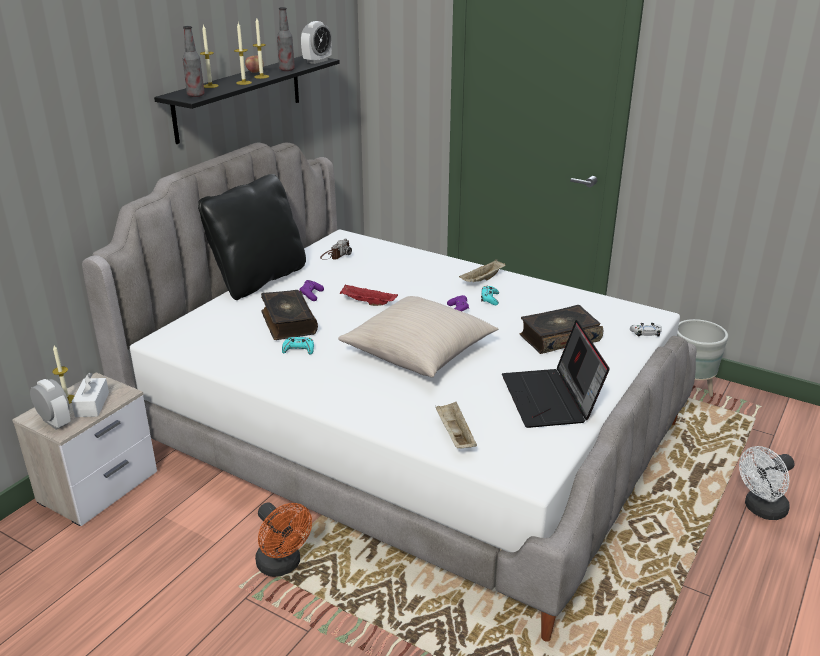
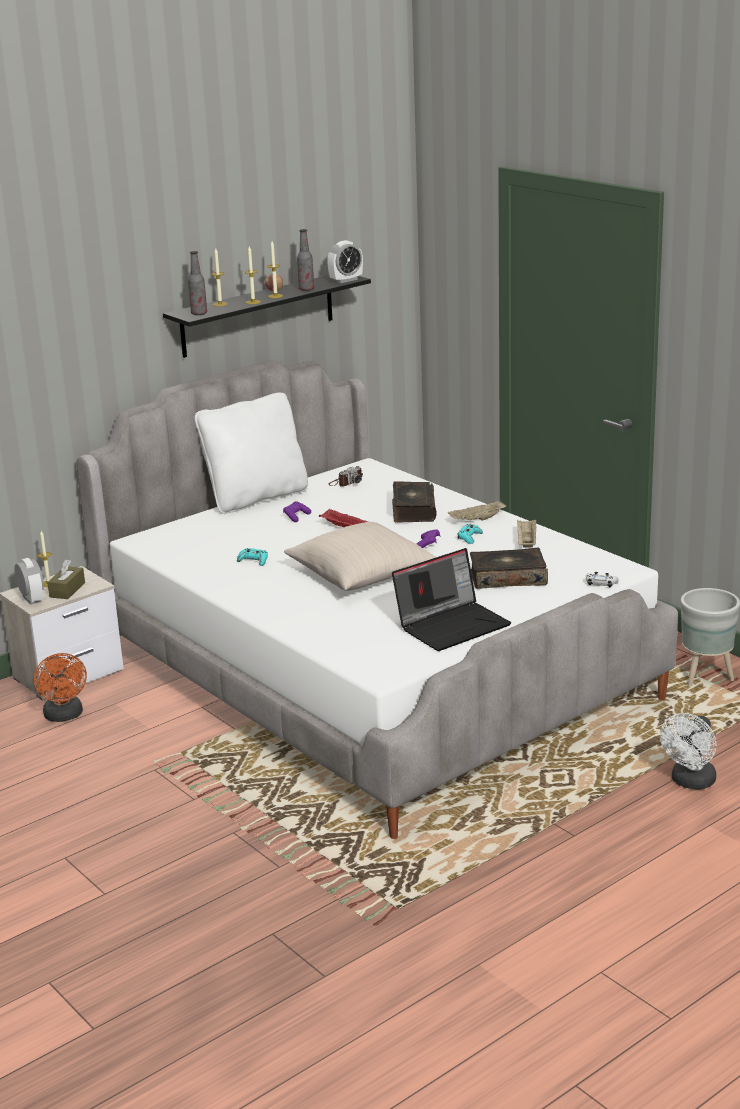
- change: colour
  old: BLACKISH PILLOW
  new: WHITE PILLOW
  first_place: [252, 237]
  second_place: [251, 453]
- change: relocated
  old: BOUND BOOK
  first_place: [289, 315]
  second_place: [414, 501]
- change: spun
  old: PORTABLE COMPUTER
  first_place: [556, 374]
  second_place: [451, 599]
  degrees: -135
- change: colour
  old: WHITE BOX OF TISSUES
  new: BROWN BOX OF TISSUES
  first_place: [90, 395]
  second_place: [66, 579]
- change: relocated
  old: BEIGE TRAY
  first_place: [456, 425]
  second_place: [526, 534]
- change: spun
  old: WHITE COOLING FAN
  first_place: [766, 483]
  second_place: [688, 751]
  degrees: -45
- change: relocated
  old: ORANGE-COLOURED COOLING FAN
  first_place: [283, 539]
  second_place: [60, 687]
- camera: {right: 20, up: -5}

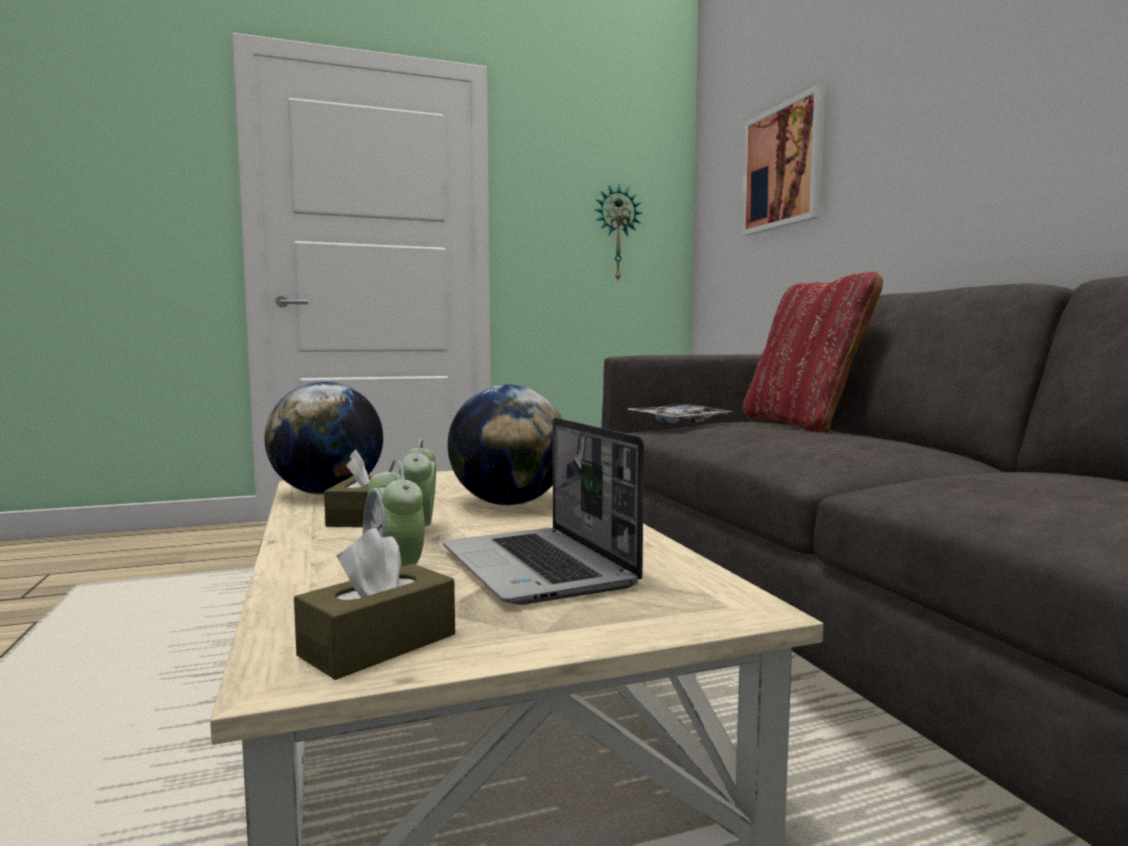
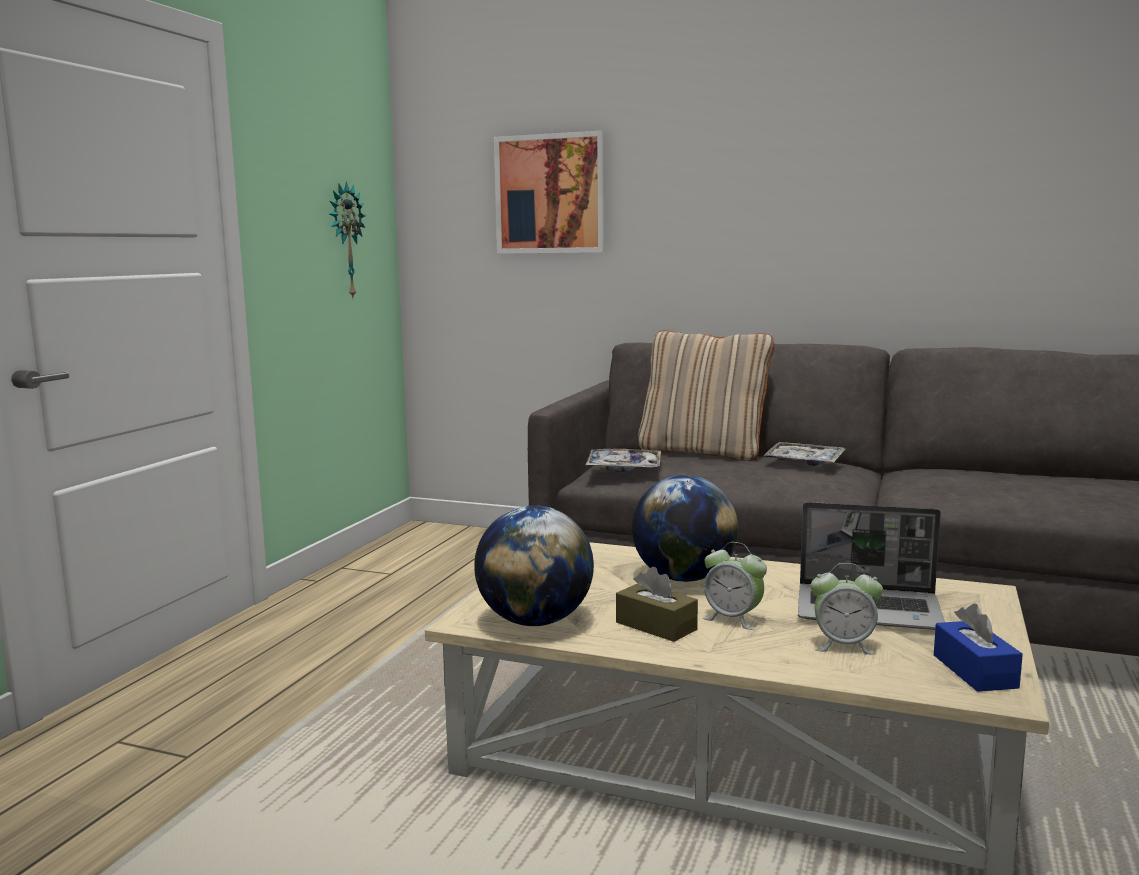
- change: colour
  old: RED-COLOURED PILLOW
  new: BEIGE PILLOW
  first_place: [812, 352]
  second_place: [706, 395]
- change: colour
  old: BROWN BOX OF TISSUES
  new: BLUE-COLOURED BOX OF TISSUES
  first_place: [374, 604]
  second_place: [978, 648]
- change: appeared
  new: TRAY
  second_place: [804, 454]
- camera: {right: -50, up: 5}

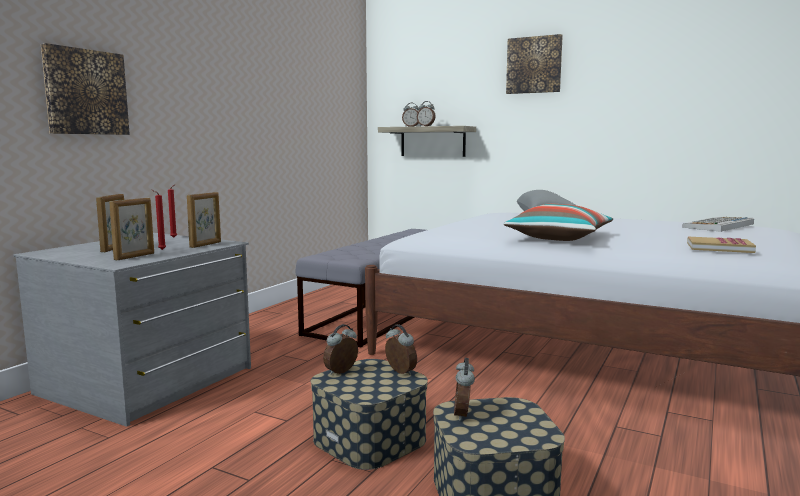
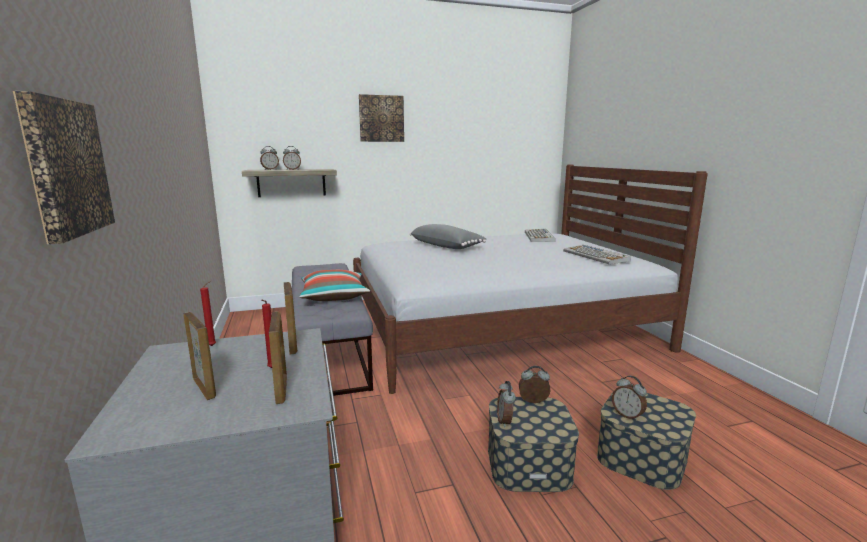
- change: relocated
  old: PILLOW
  first_place: [558, 222]
  second_place: [334, 285]
- change: exchanged
  old: BOUND BOOK
  new: KEYBOARD
  first_place: [721, 245]
  second_place: [597, 254]
- camera: {right: -45, up: 5}

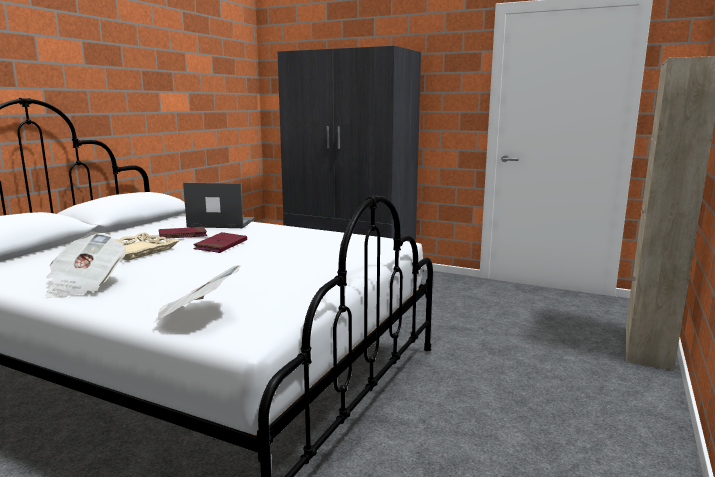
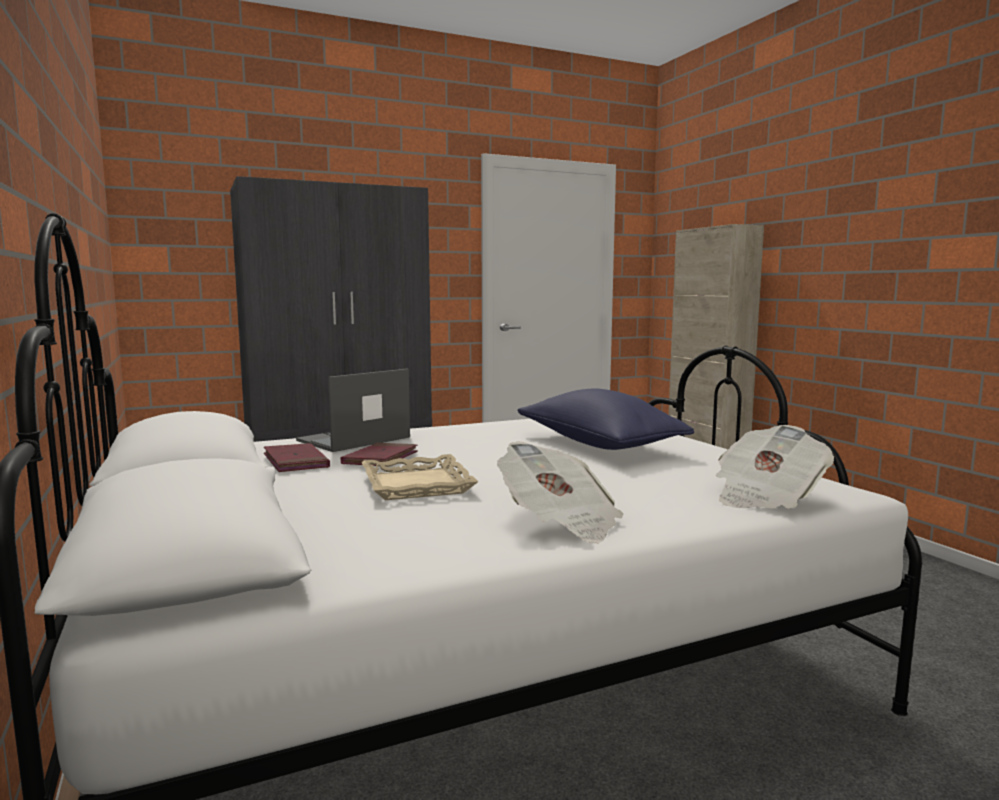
- change: relocated
  old: RED-COLOURED BOUND BOOK
  first_place: [220, 242]
  second_place: [297, 457]
- change: appeared
  new: BLUE-COLOURED PILLOW
  second_place: [605, 419]
- camera: {right: -50, up: -5}

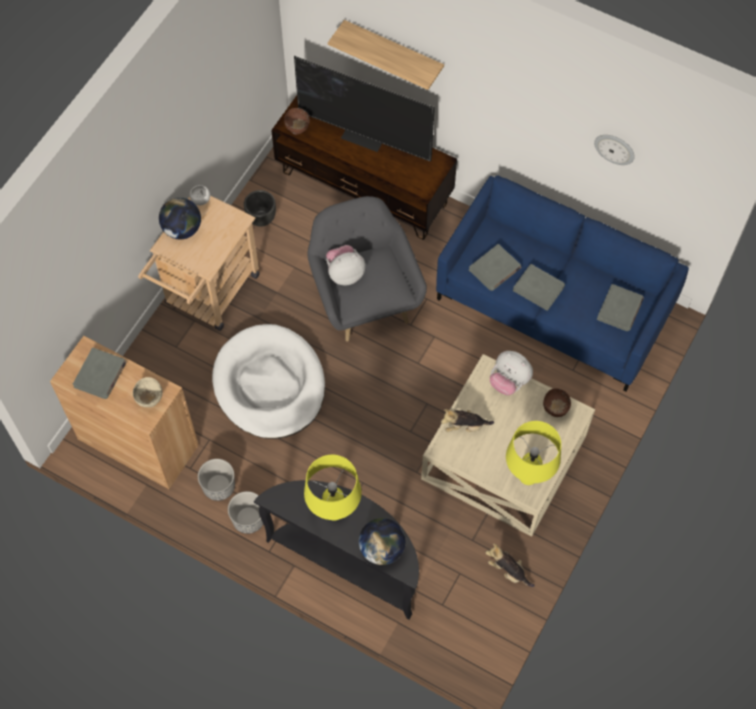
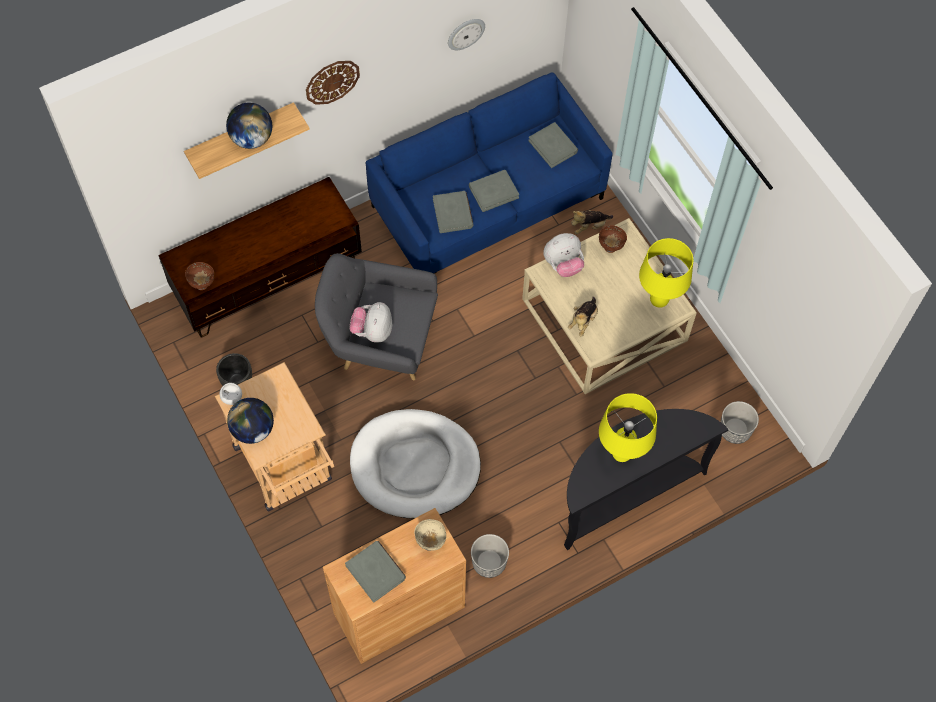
- change: missing
  old: TELEVISION
  first_place: [364, 109]
- change: relocated
  old: PLANTER
  first_place: [245, 512]
  second_place: [739, 422]
- change: relocated
  old: WORLD GLOBE
  first_place: [382, 541]
  second_place: [249, 126]
- change: relocated
  old: CUDDLY TOY
  first_place: [510, 565]
  second_place: [592, 222]
- change: appeared
  new: WALL CLOCK
  second_place: [333, 83]
- camera: {right: -60, up: 0}

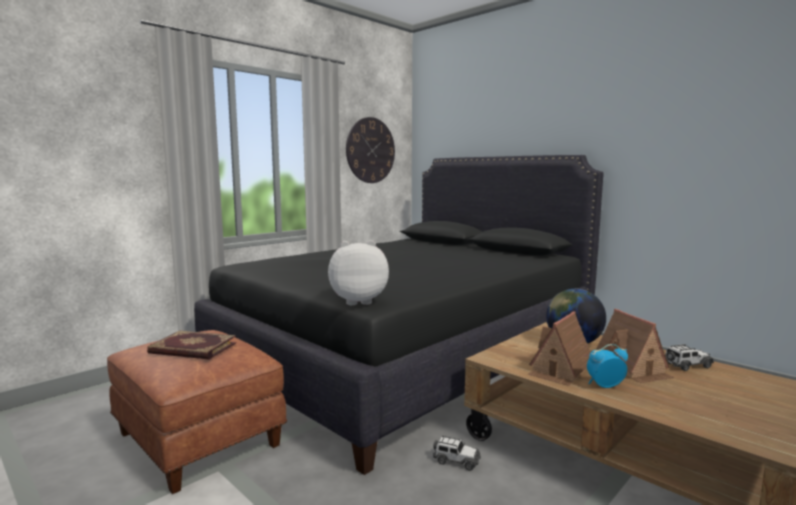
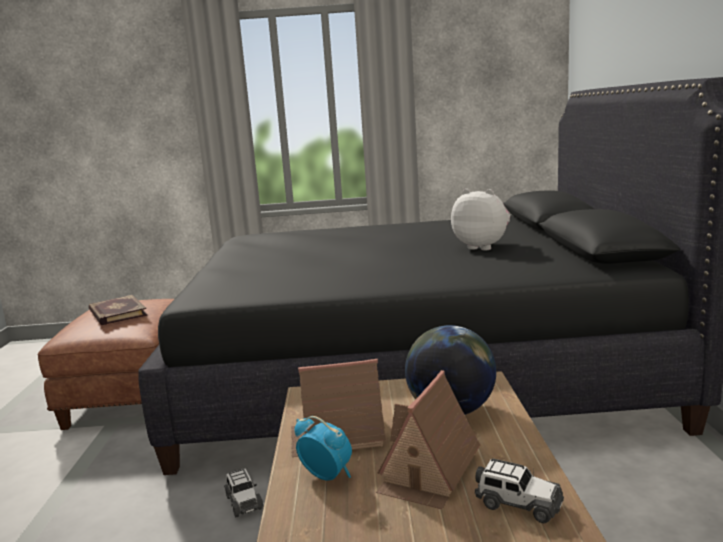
- change: missing
  old: WALL CLOCK
  first_place: [370, 150]
- change: relocated
  old: CUDDLY TOY
  first_place: [358, 272]
  second_place: [480, 219]
- camera: {right: 45, up: 5}

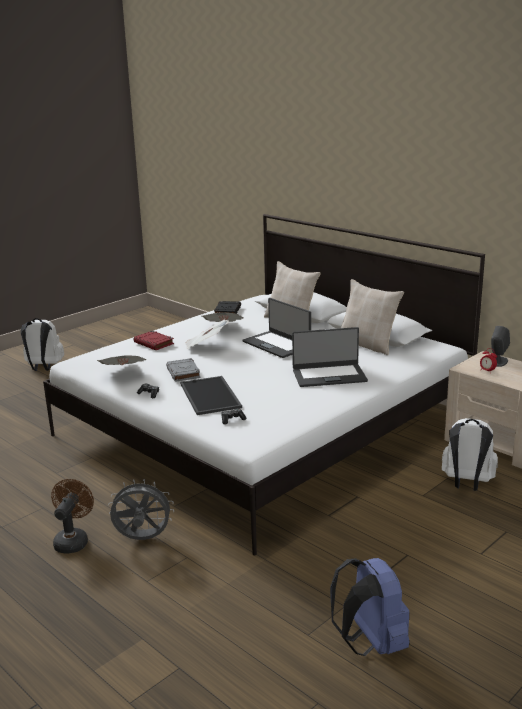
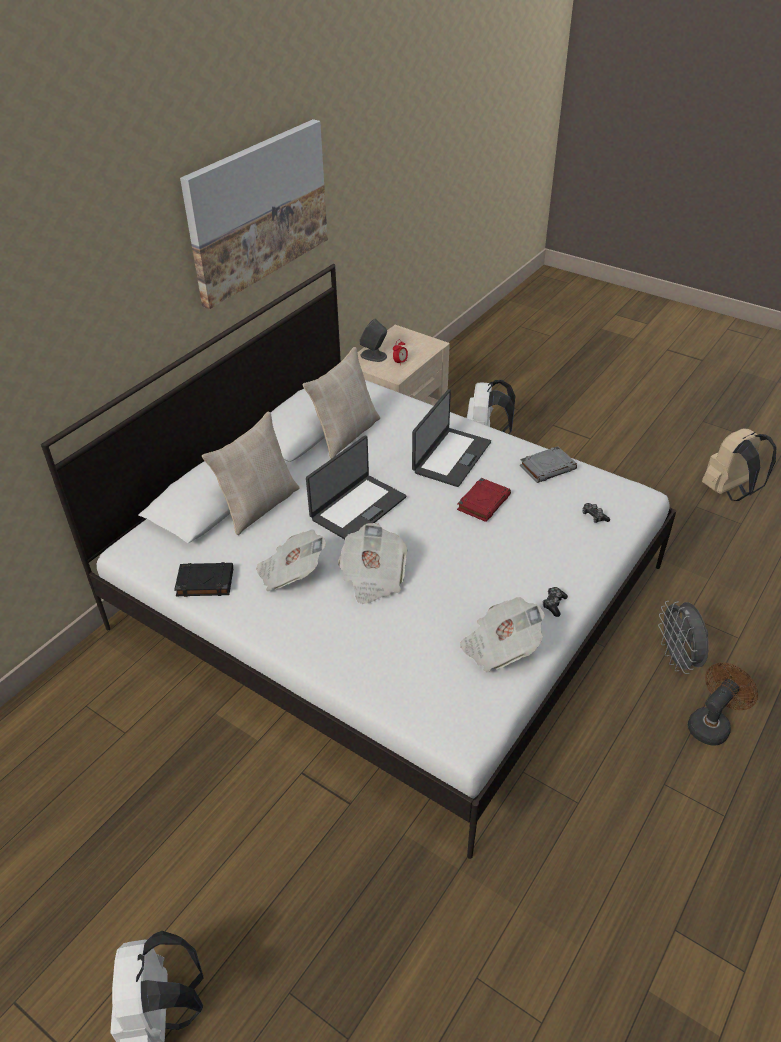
- change: spun
  old: PORTABLE COMPUTER
  first_place: [330, 357]
  second_place: [451, 438]
  degrees: 45
- change: relocated
  old: RED-COLOURED BOUND BOOK
  first_place: [153, 340]
  second_place: [484, 500]
- change: relocated
  old: GRAY BOUND BOOK
  first_place: [183, 370]
  second_place: [548, 464]
- change: missing
  old: TRAY
  first_place: [211, 395]
- change: spun
  old: BROWN COOLING FAN
  first_place: [72, 516]
  second_place: [723, 704]
  degrees: 135
- change: colour
  old: BLUE-COLOURED KNAPSACK
  new: BEIGE KNAPSACK
  first_place: [370, 607]
  second_place: [739, 465]
- change: appeared
  new: WALL ART
  second_place: [254, 214]
- camera: {right: -100, up: 20}

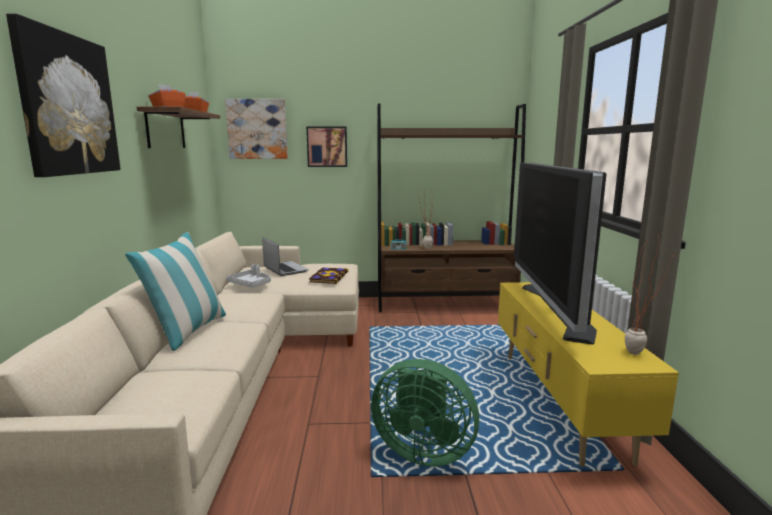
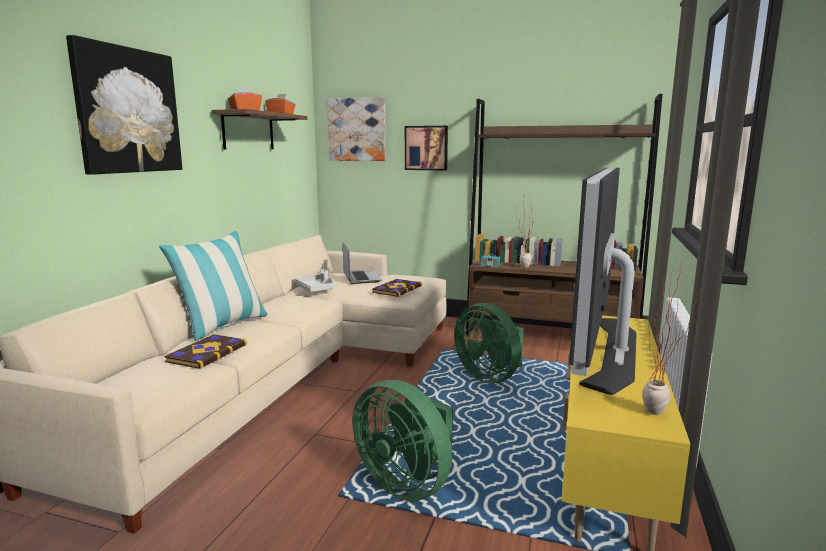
- change: appeared
  new: GREEN COOLING FAN
  second_place: [489, 343]
- change: appeared
  new: BOUND BOOK
  second_place: [205, 351]
- camera: {right: 20, up: 0}

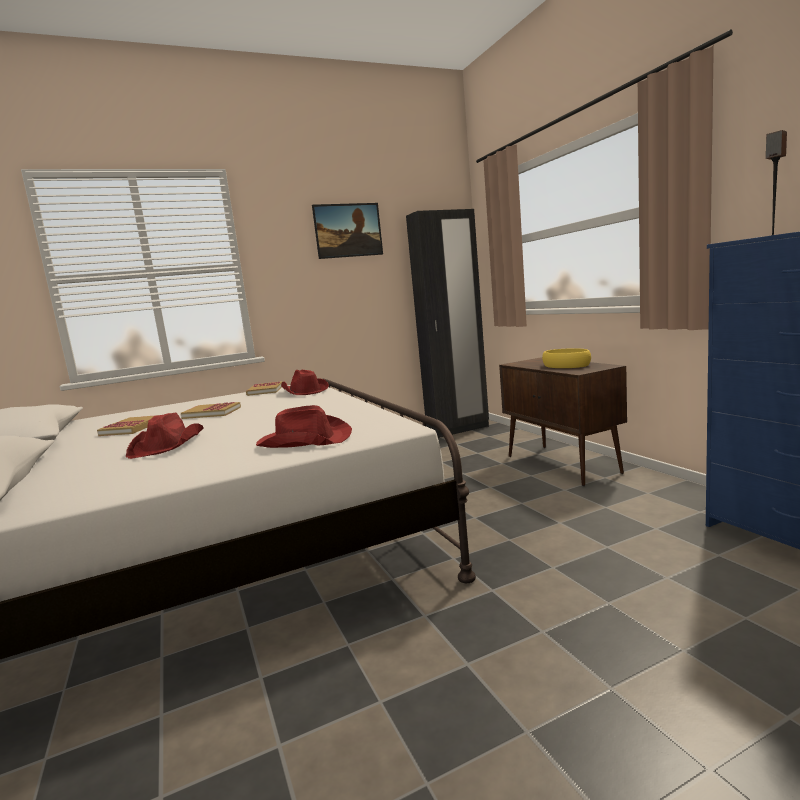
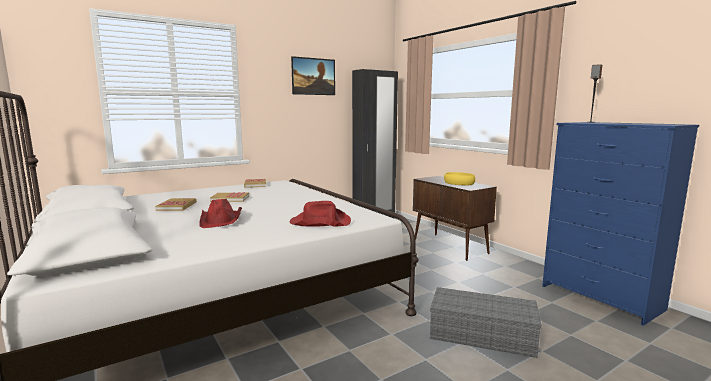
- change: missing
  old: RED-COLOURED CLOTHING HAT
  first_place: [305, 382]
- change: appeared
  new: GRAY STORAGE BIN
  second_place: [486, 322]
- camera: {right: -10, up: 0}

